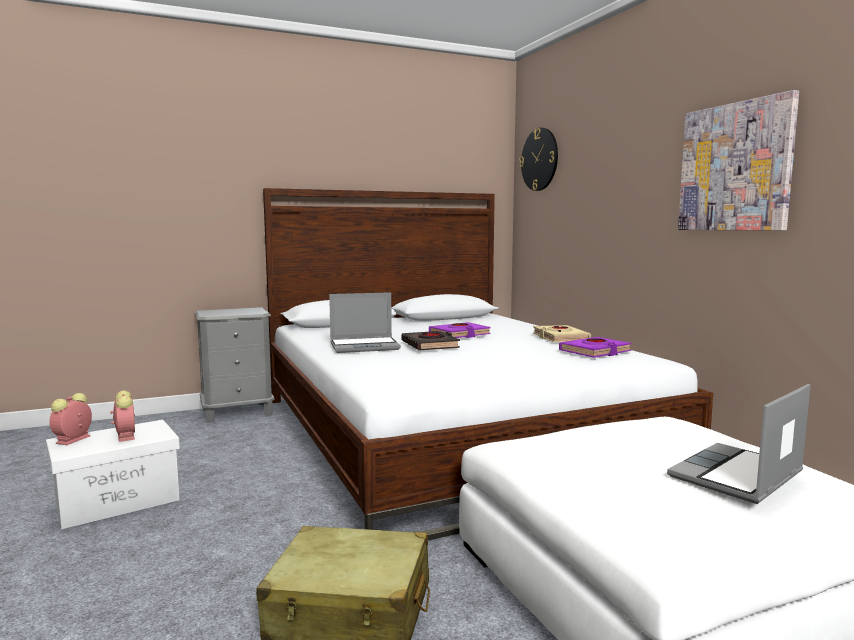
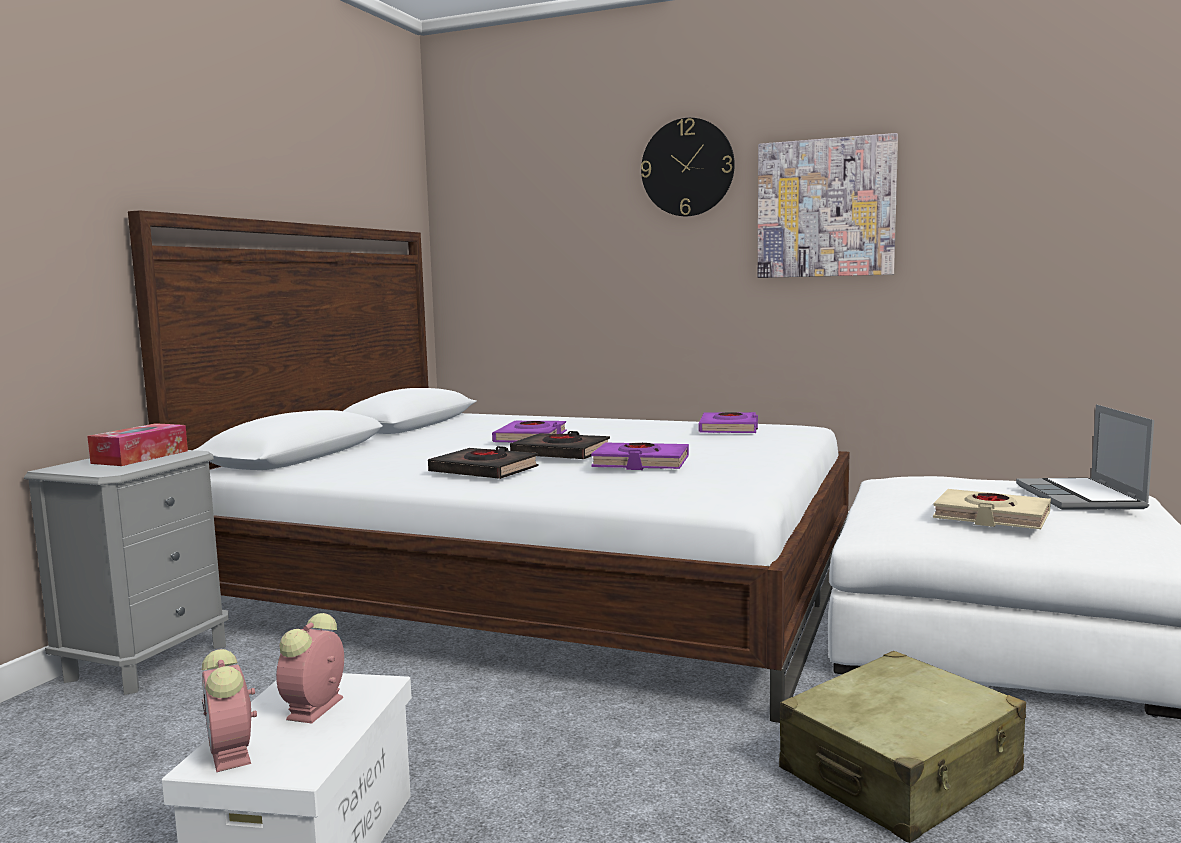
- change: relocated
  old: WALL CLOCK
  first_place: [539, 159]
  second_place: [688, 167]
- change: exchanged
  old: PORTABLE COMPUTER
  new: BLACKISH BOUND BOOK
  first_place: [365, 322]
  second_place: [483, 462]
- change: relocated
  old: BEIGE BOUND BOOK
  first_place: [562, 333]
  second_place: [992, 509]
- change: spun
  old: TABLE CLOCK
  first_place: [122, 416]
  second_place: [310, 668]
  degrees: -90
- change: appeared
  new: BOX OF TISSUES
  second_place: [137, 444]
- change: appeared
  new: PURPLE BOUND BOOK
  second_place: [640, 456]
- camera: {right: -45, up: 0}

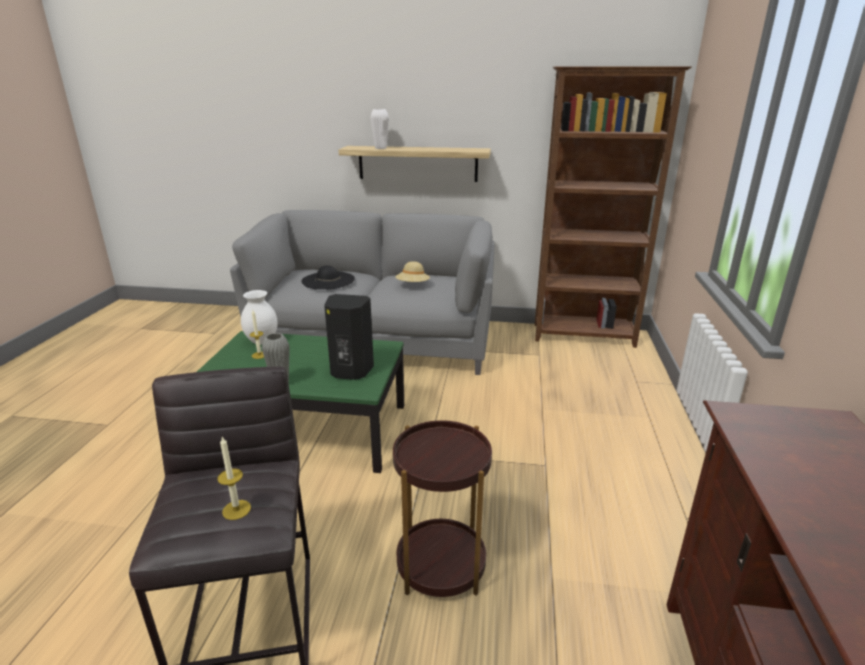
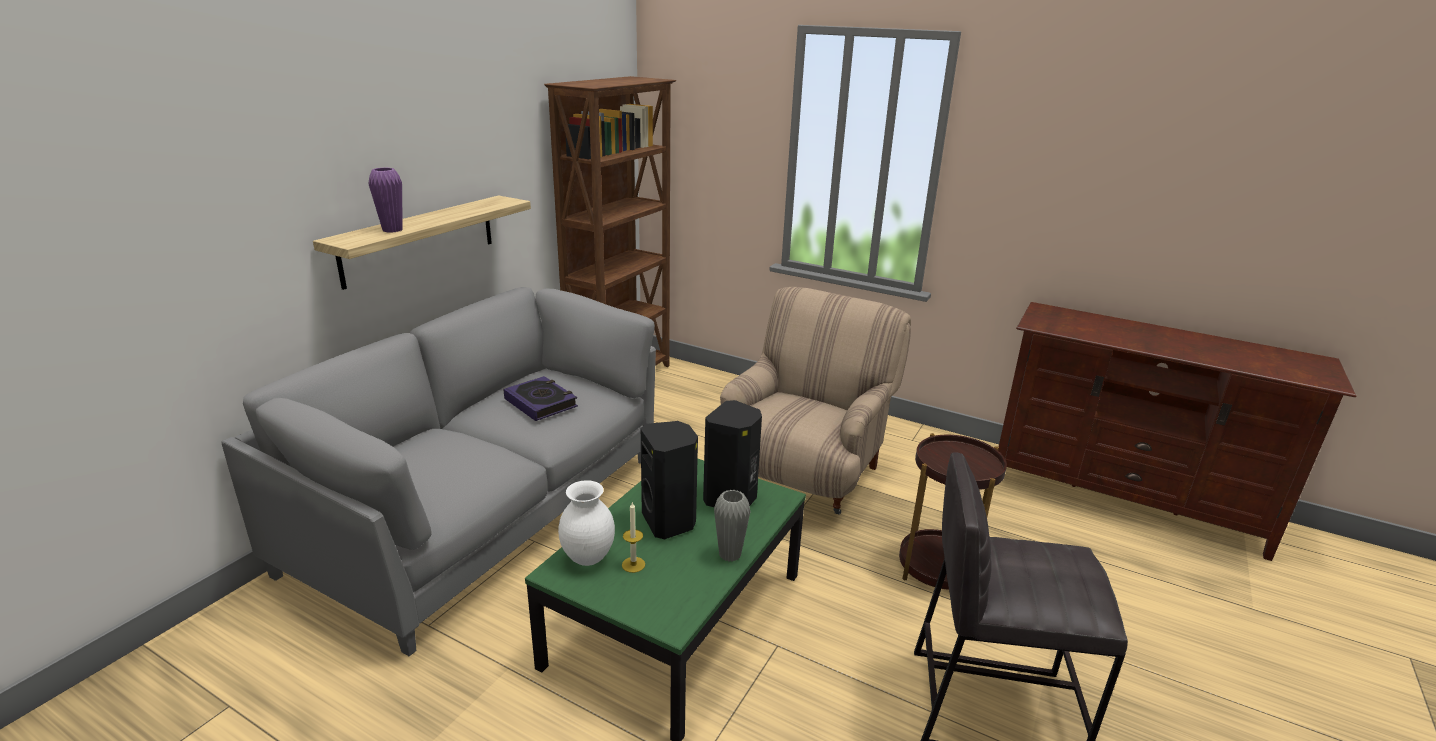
- change: colour
  old: WHITE FLOWER VASE
  new: PURPLE FLOWER VASE
  first_place: [379, 129]
  second_place: [385, 200]
- change: exchanged
  old: BEIGE CLOTHING HAT
  new: BOUND BOOK
  first_place: [412, 271]
  second_place: [540, 398]
- change: missing
  old: BLACKISH CLOTHING HAT
  first_place: [328, 277]
- change: missing
  old: WAX LIGHT
  first_place: [234, 478]
- change: appeared
  new: BEIGE EASY CHAIR
  second_place: [815, 401]
- change: appeared
  new: BLACKISH LOUDSPEAKER
  second_place: [669, 480]
- camera: {right: -70, up: 0}

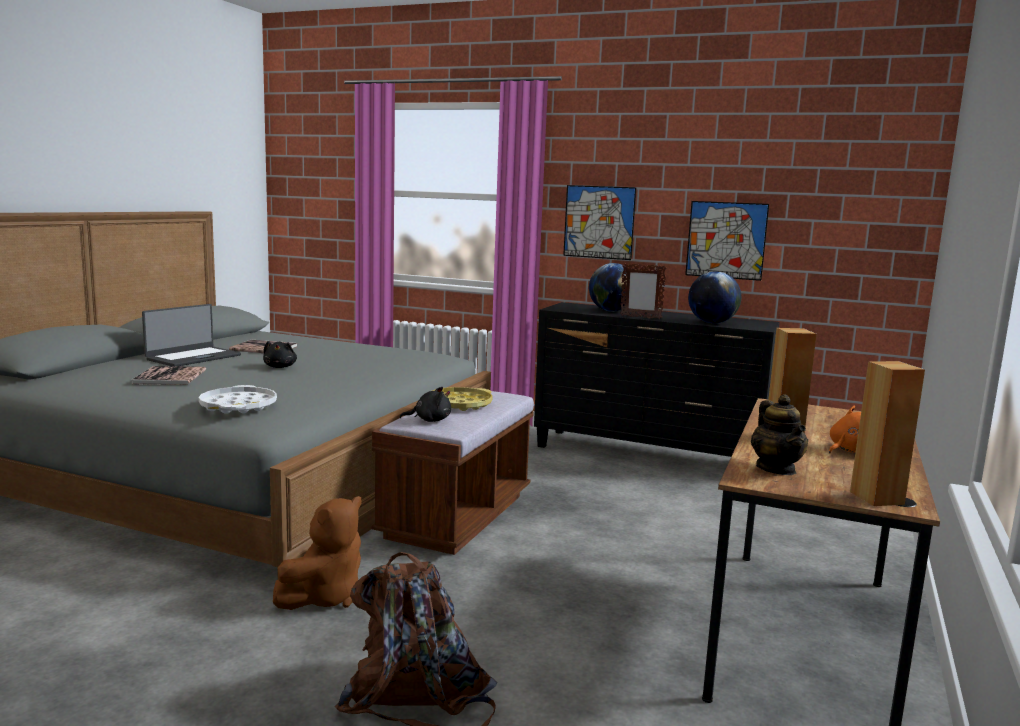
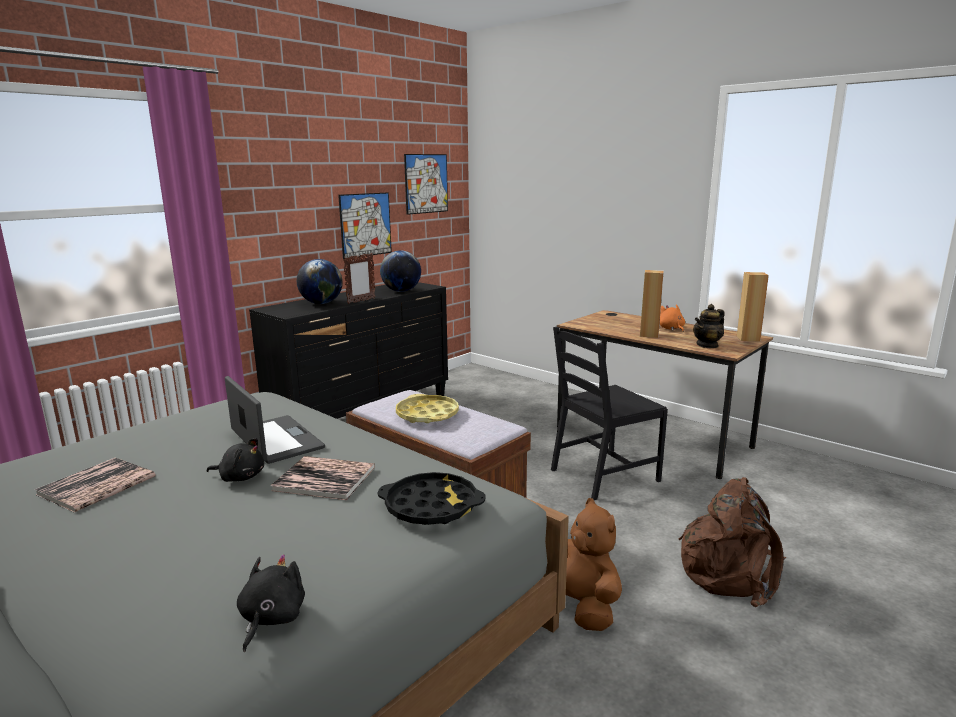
- change: relocated
  old: WALL ART
  first_place: [600, 222]
  second_place: [426, 184]
- change: relocated
  old: PORTABLE COMPUTER
  first_place: [191, 335]
  second_place: [275, 420]
- change: relocated
  old: BOUND BOOK
  first_place: [169, 375]
  second_place: [322, 478]
- change: colour
  old: WHITE TRAY
  new: BLACKISH TRAY
  first_place: [238, 399]
  second_place: [432, 498]
- change: relocated
  old: BLACKISH CUDDLY TOY
  first_place: [425, 404]
  second_place: [271, 603]
- change: spun
  old: TEAPOT
  first_place: [779, 434]
  second_place: [709, 326]
  degrees: 135
- change: appeared
  new: BLACKISH CHAIR
  second_place: [609, 413]
- camera: {right: -70, up: 5}

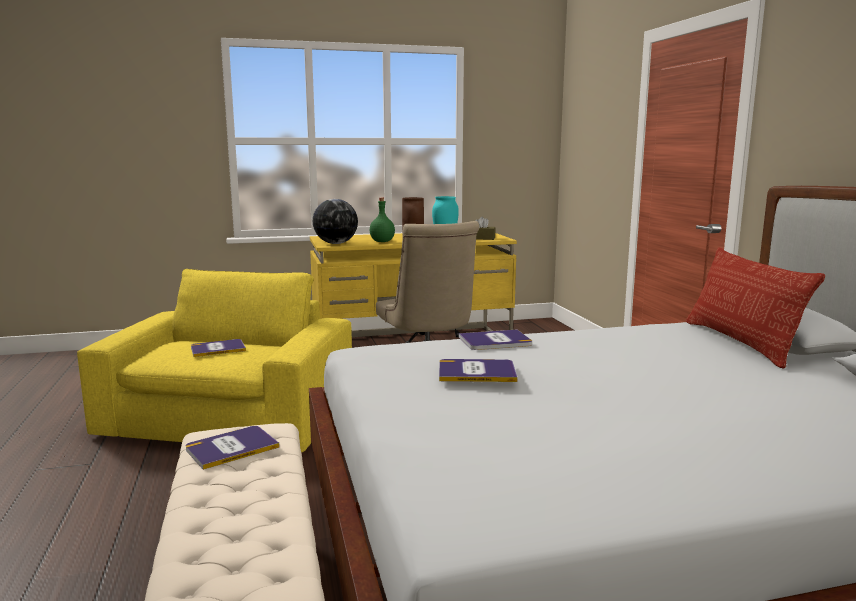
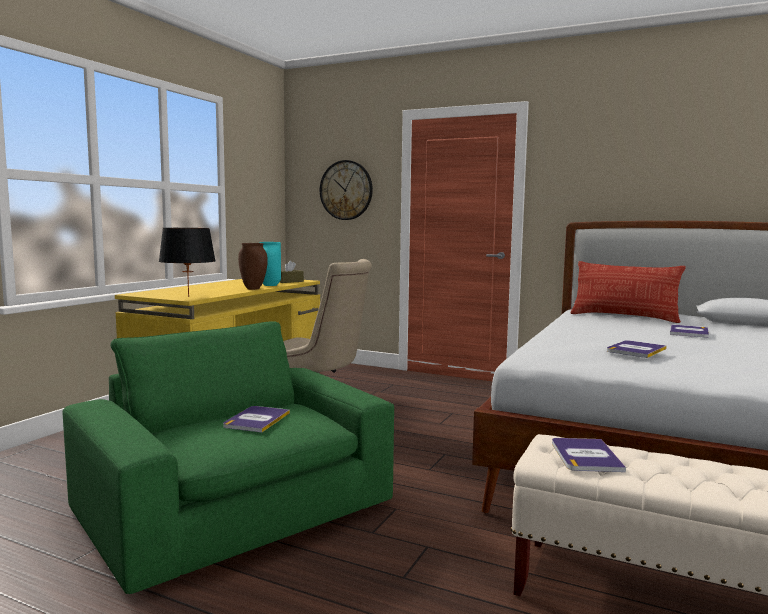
- change: missing
  old: GREEN DRINK BOTTLE
  first_place: [382, 220]
- change: exchanged
  old: WORLD GLOBE
  new: BLACKISH TABLETOP LAMP
  first_place: [335, 221]
  second_place: [187, 262]
- change: colour
  old: YELLOWISH EASY CHAIR
  new: GREEN EASY CHAIR
  first_place: [214, 360]
  second_place: [228, 457]
- change: relocated
  old: BOUND BOOK
  first_place: [495, 339]
  second_place: [689, 331]
- change: appeared
  new: WALL CLOCK
  second_place: [346, 190]
- camera: {right: -50, up: -5}

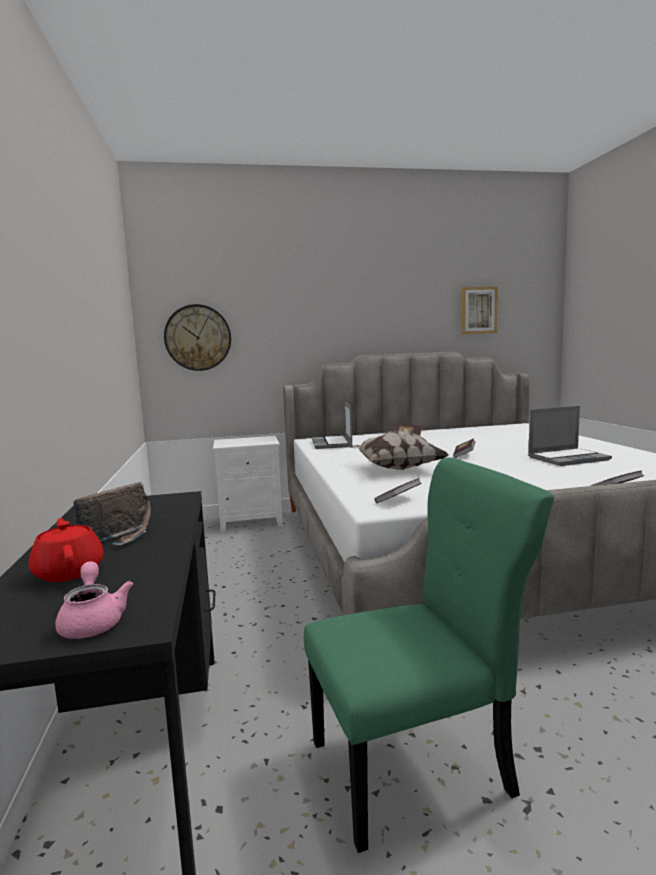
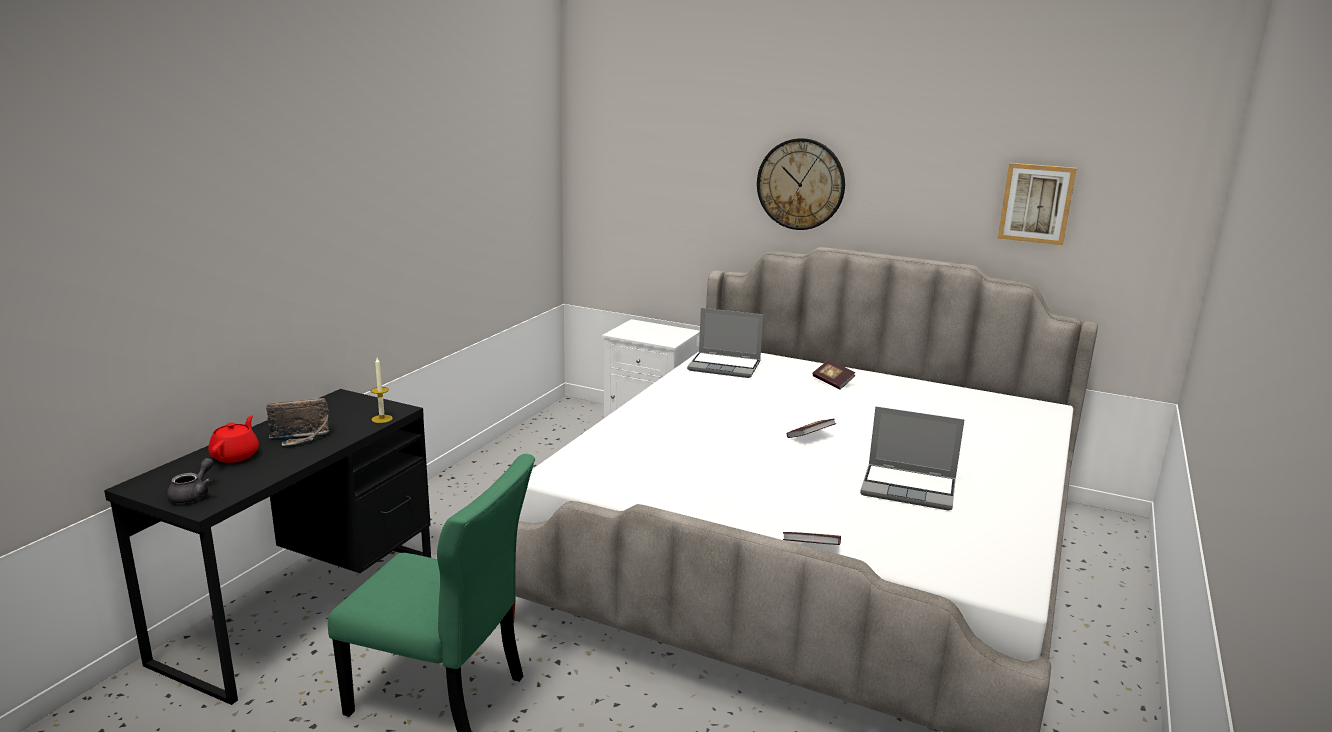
- change: relocated
  old: WALL CLOCK
  first_place: [197, 337]
  second_place: [801, 184]
- change: spun
  old: PORTABLE COMPUTER
  first_place: [332, 425]
  second_place: [725, 343]
  degrees: -105
- change: missing
  old: PILLOW
  first_place: [399, 450]
- change: missing
  old: BOUND BOOK
  first_place: [398, 490]
- change: colour
  old: PINKISH TEAPOT
  new: GRAY TEAPOT
  first_place: [94, 600]
  second_place: [190, 480]
- change: appeared
  new: WAX LIGHT
  second_place: [382, 390]
- camera: {right: 35, up: 10}

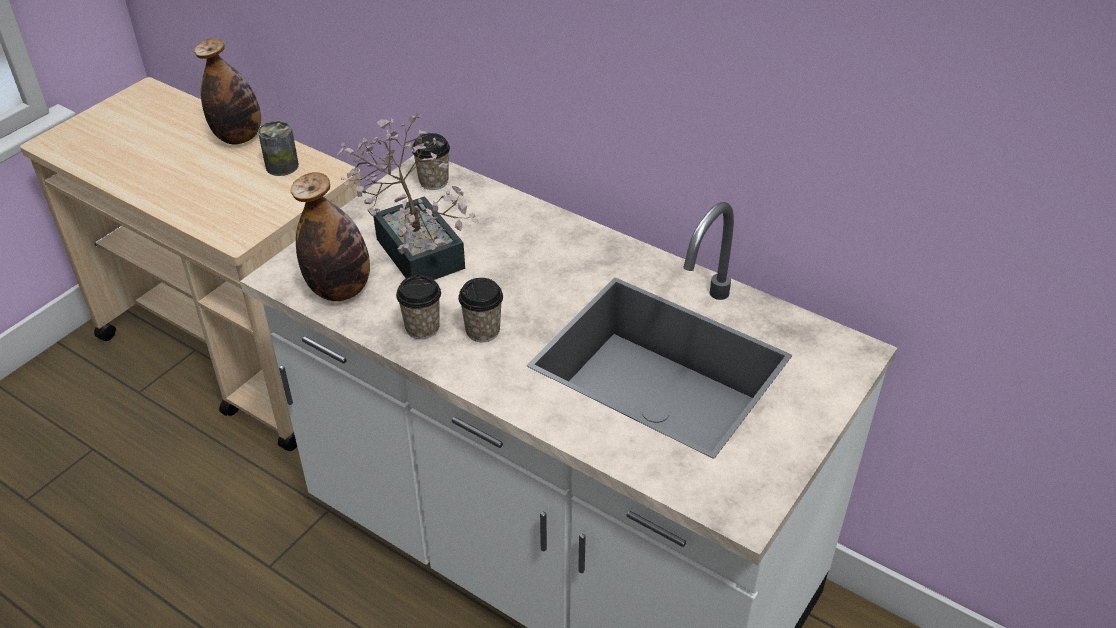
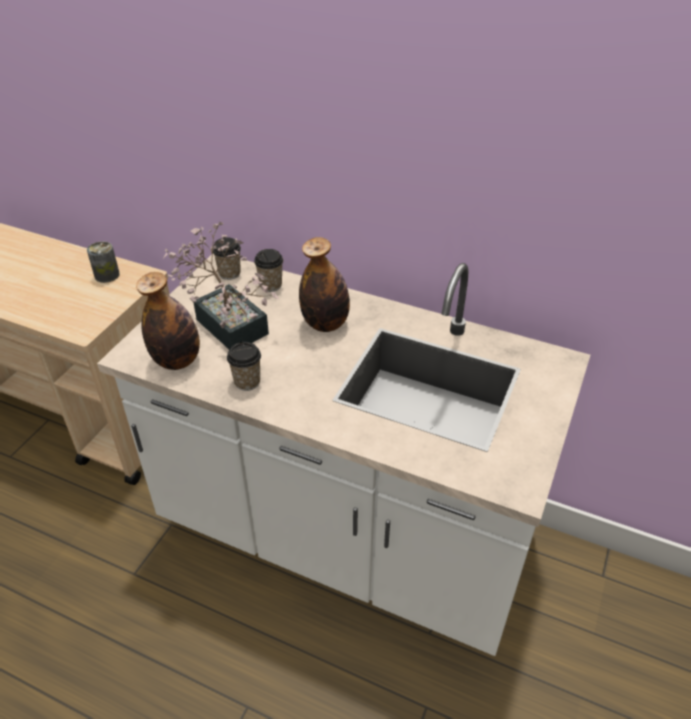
- change: relocated
  old: DRINK BOTTLE
  first_place: [227, 91]
  second_place: [324, 284]
- change: relocated
  old: DRINKING CUP
  first_place: [480, 310]
  second_place: [268, 270]
- camera: {right: -10, up: 0}

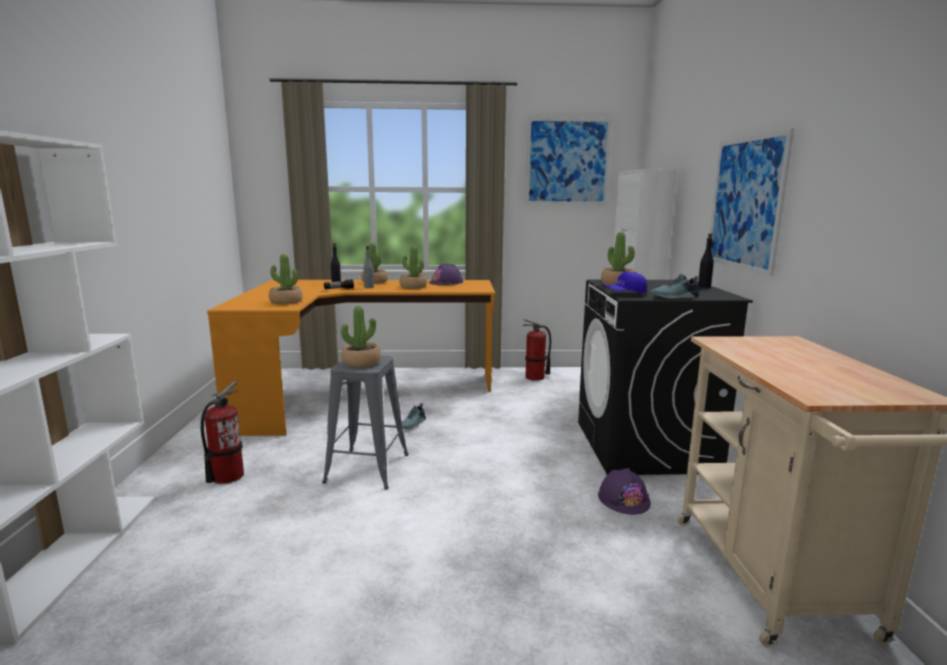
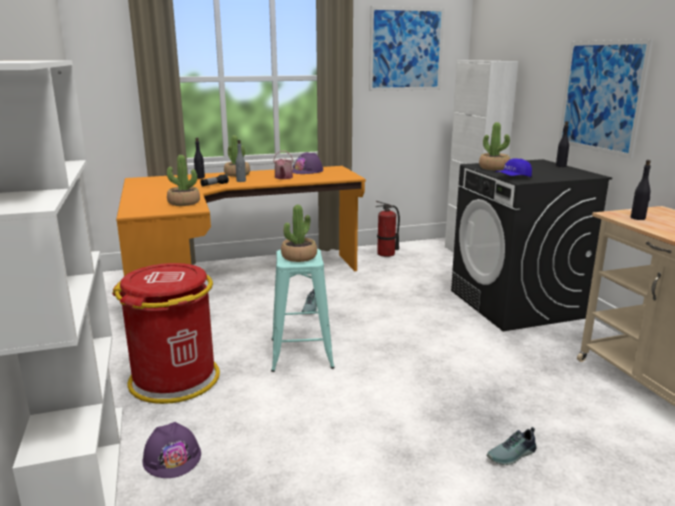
- change: exchanged
  old: POTTED PLANT
  new: WATERING POT
  first_place: [413, 267]
  second_place: [283, 165]
- change: relocated
  old: ITEM OF FOOTWEAR
  first_place: [675, 286]
  second_place: [511, 446]
- change: colour
  old: GRAY SITTING STOOL
  new: TURQUOISE SITTING STOOL
  first_place: [365, 422]
  second_place: [303, 310]
- change: exchanged
  old: FIRE EXTINGUISHER
  new: RED-COLOURED RUBBISH BIN
  first_place: [222, 432]
  second_place: [166, 333]
- change: relocated
  old: PURPLE WORK HELMET
  first_place: [624, 491]
  second_place: [171, 450]
- change: appeared
  new: BLACKISH DRINK BOTTLE
  second_place: [641, 190]
- camera: {right: -15, up: 5}

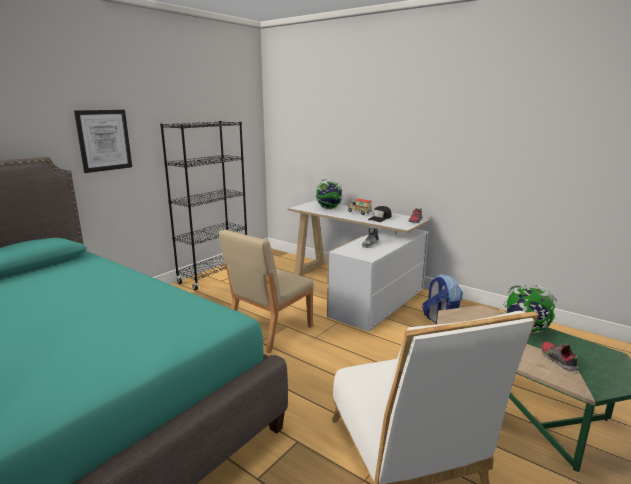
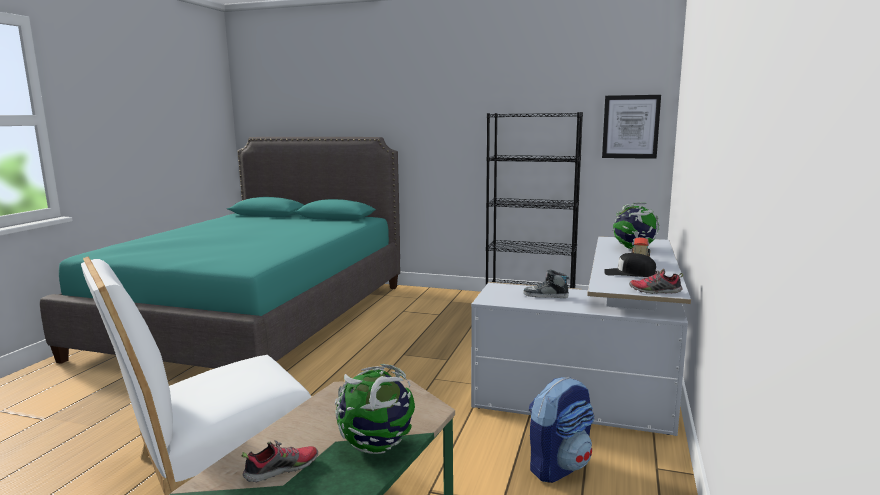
- change: relocated
  old: WALL ART
  first_place: [103, 141]
  second_place: [631, 127]
- change: missing
  old: BEIGE CHAIR
  first_place: [266, 291]
- camera: {right: 70, up: -5}

